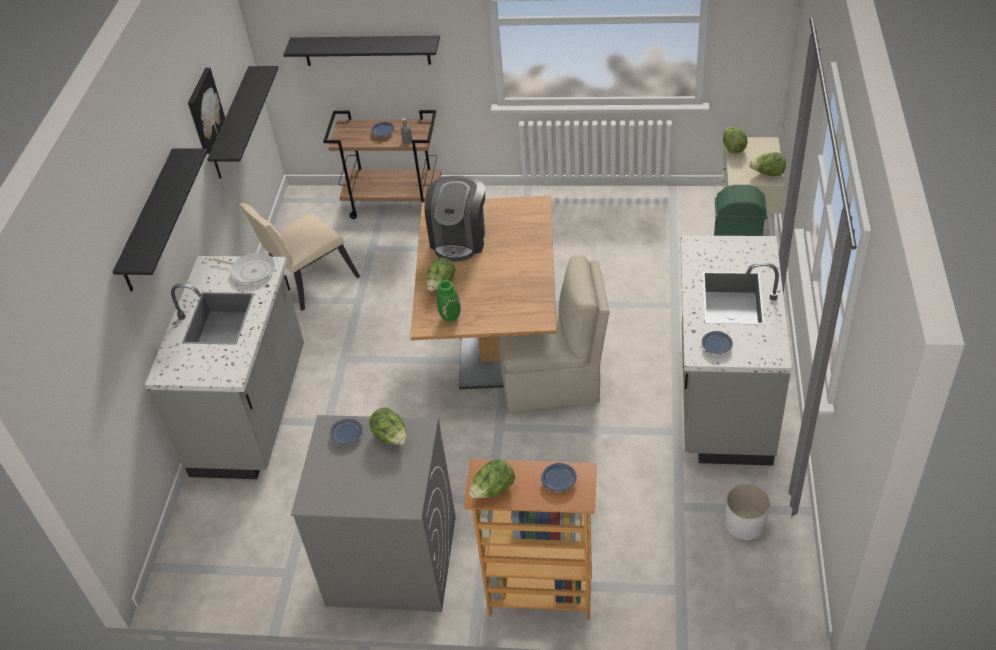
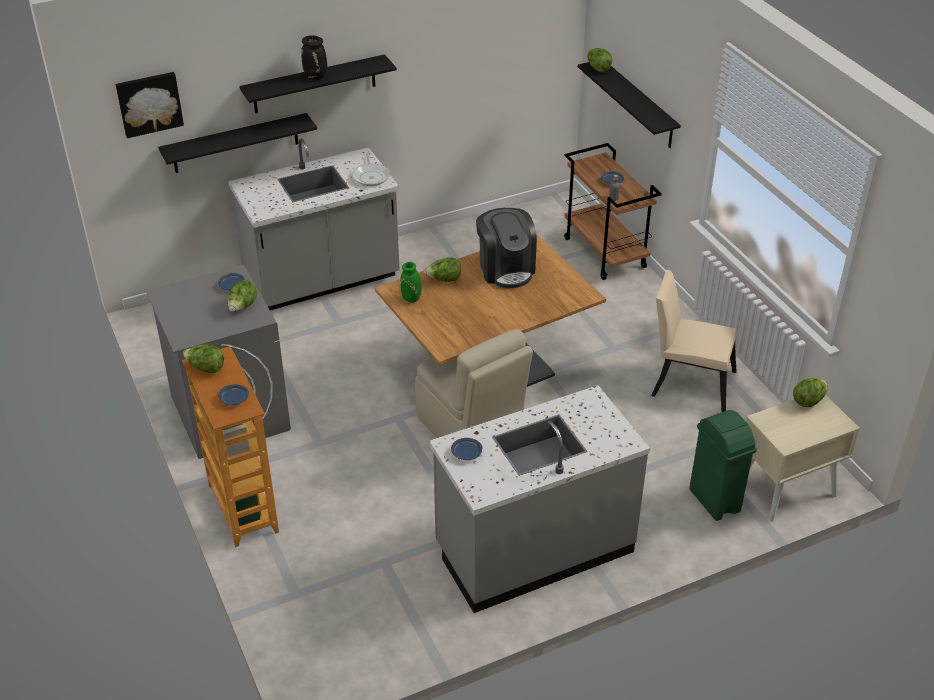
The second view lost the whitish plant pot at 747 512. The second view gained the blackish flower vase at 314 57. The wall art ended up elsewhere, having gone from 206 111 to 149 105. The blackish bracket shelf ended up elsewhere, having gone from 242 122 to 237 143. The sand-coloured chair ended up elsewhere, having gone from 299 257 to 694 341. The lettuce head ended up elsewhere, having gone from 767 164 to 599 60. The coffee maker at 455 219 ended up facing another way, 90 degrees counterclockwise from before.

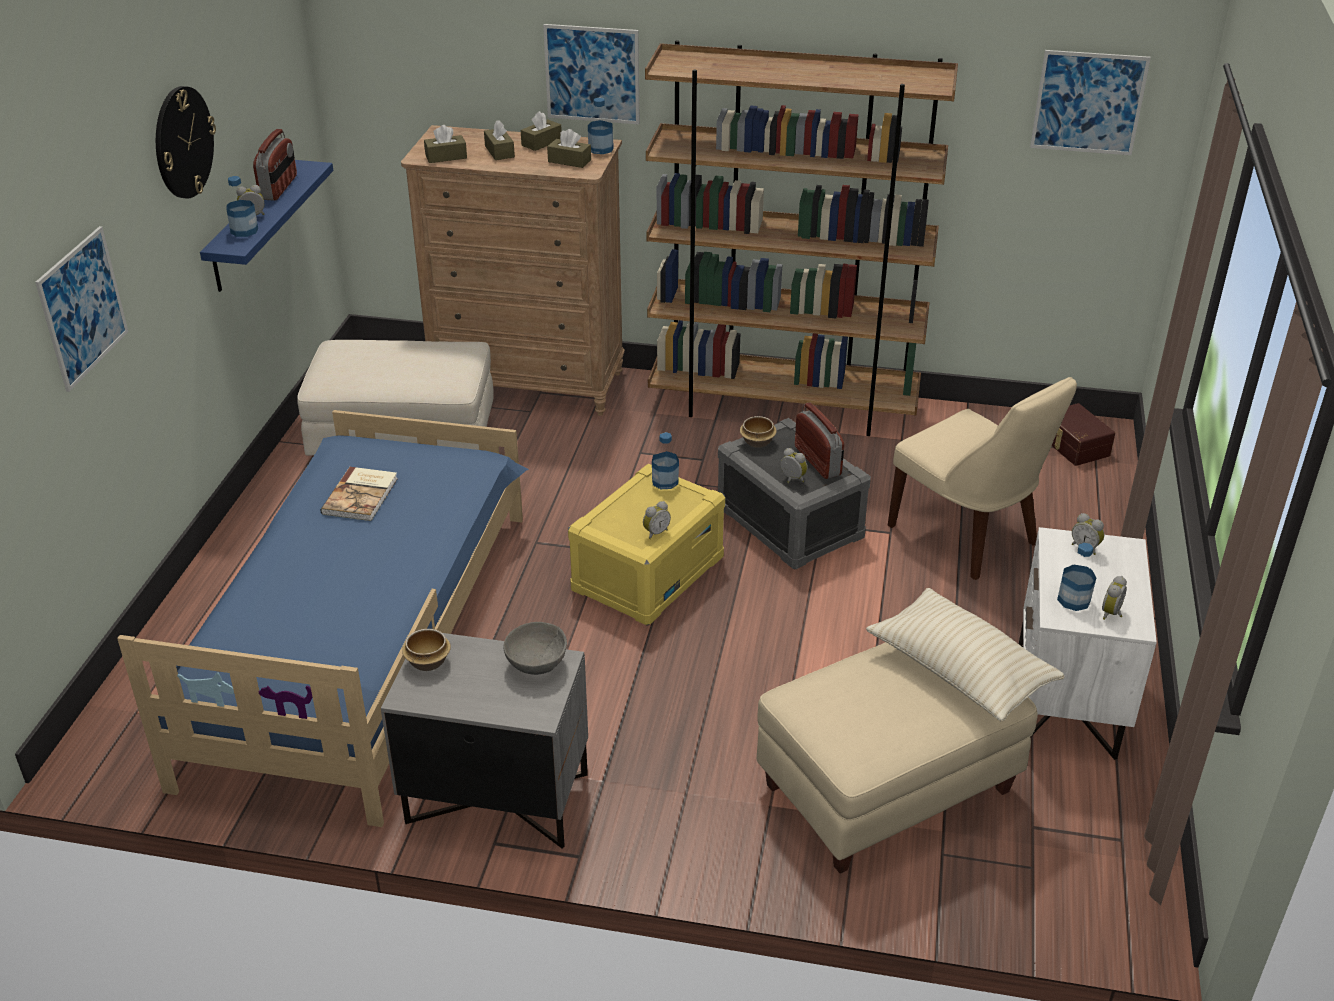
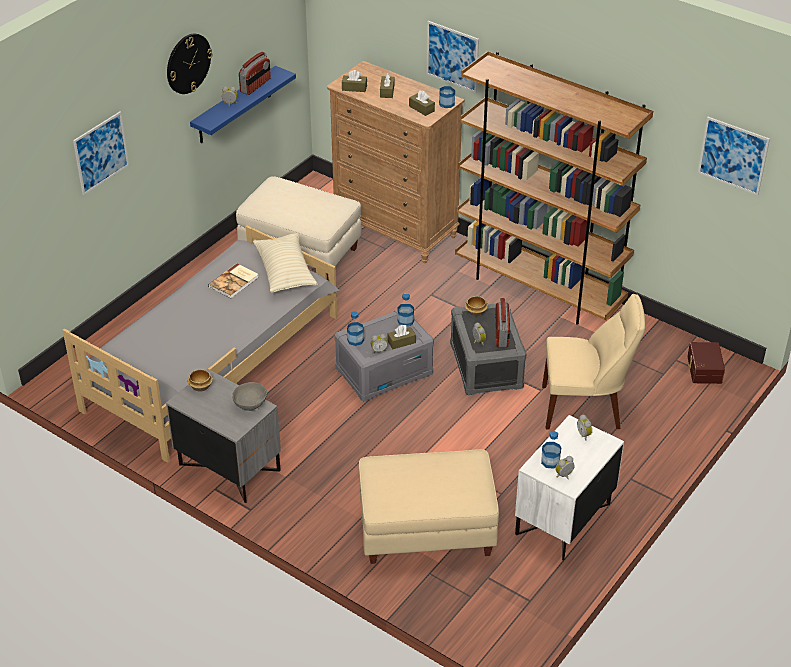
The beverage bottle ended up elsewhere, having gone from 242 206 to 355 328. The brownish box of tissues ended up elsewhere, having gone from 541 131 to 401 337. The sand-coloured cushion ended up elsewhere, having gone from 965 654 to 285 263. What was the bluish sleeping bed at 323 618 turned into the gray sleeping bed at 201 344. What was the yellow storage bin at 646 545 turned into the gray storage bin at 384 356. The sand-coloured chair at 982 478 ended up facing another way, 75 degrees counterclockwise from before.

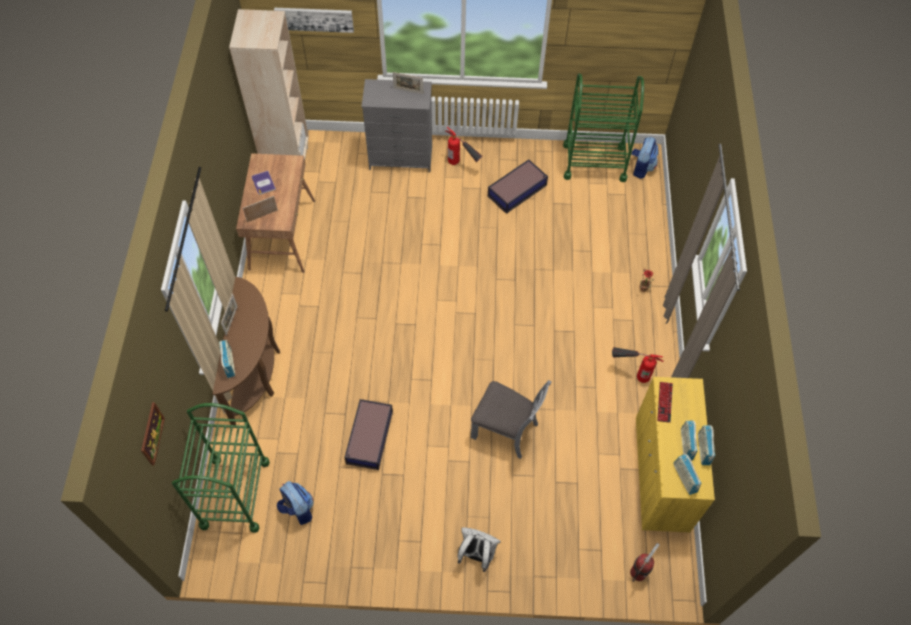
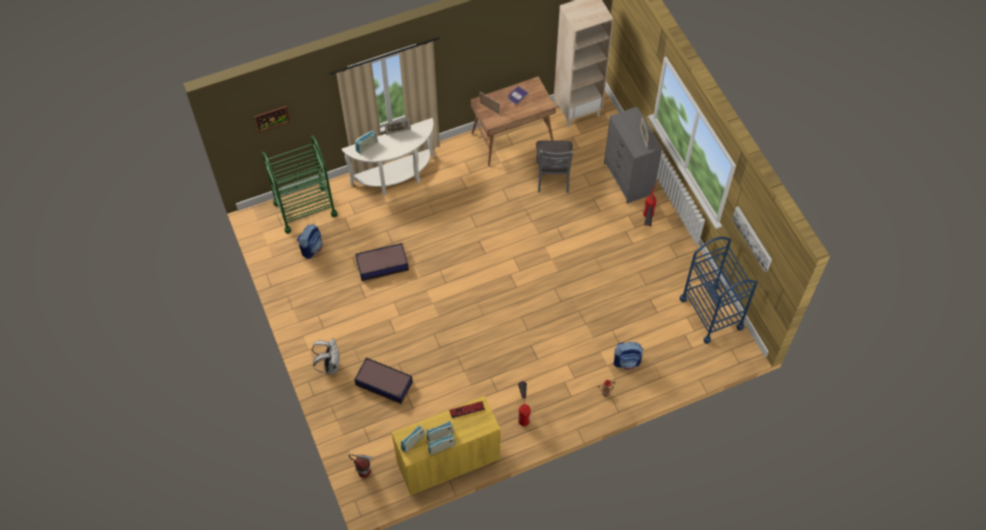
The wall art ended up elsewhere, having gone from 314 20 to 752 239. The gray chair ended up elsewhere, having gone from 511 419 to 554 166. The storage bin ended up elsewhere, having gone from 518 186 to 383 380. The knapsack ended up elsewhere, having gone from 644 158 to 628 356. What was the brownish console table at 246 351 turned into the whitish console table at 388 156. What was the green-coloured wheeled cart at 603 128 turned into the bluish wheeled cart at 719 290.

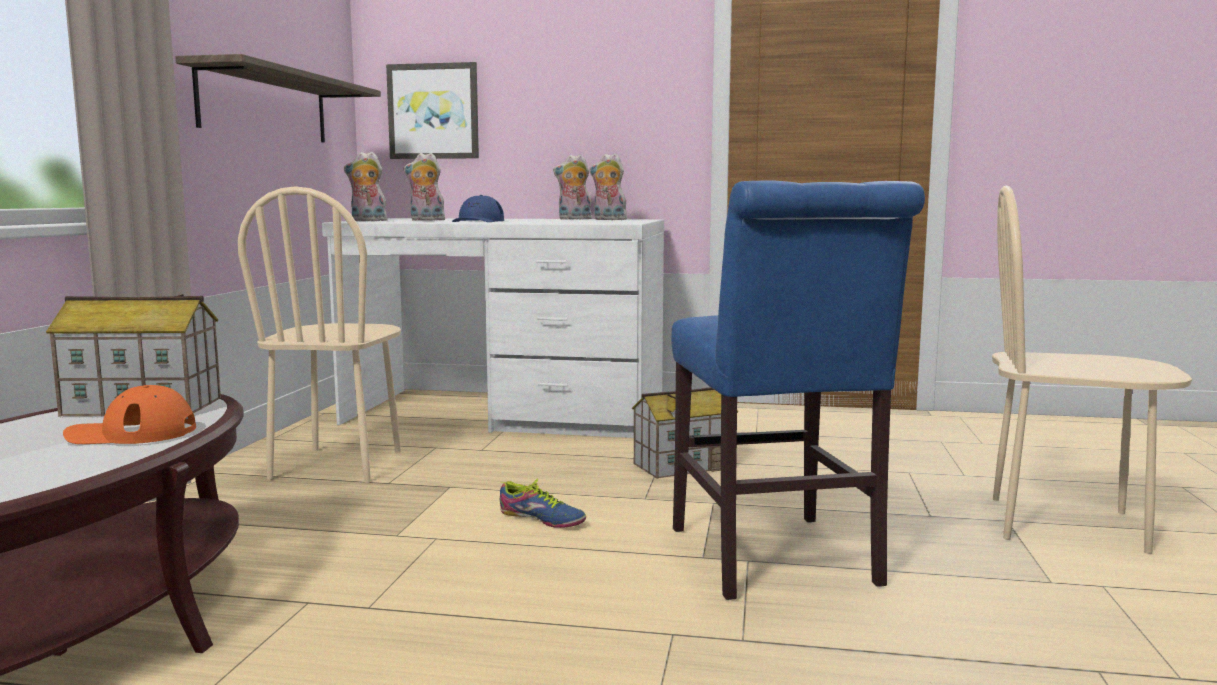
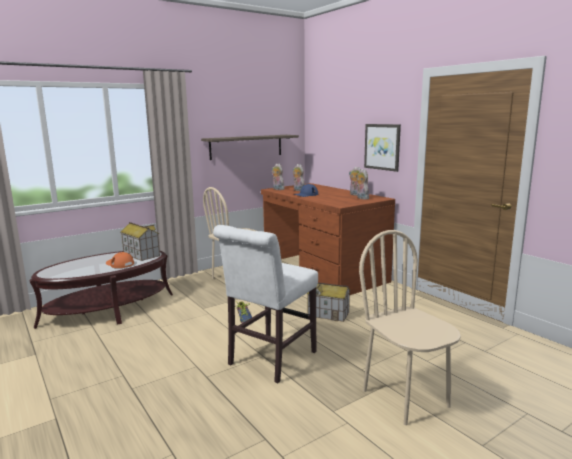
The wall art ended up elsewhere, having gone from 432 110 to 382 148. What was the whitish desk unit at 493 328 turned into the brownish desk unit at 328 239. What was the bluish chair at 798 390 turned into the whitish chair at 265 304.

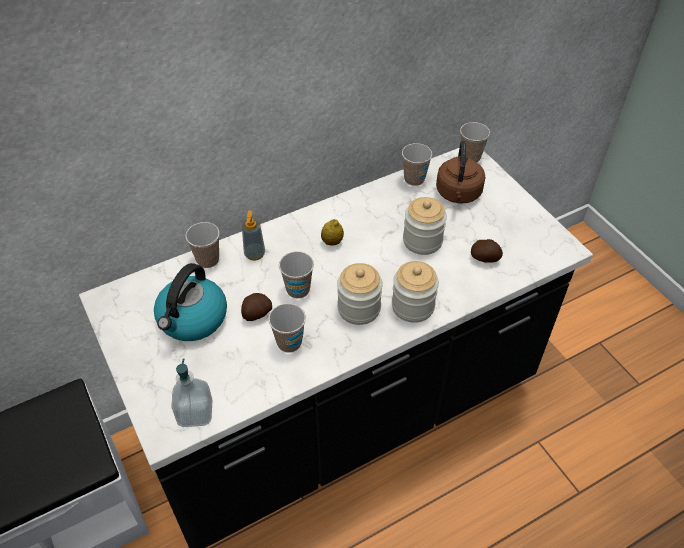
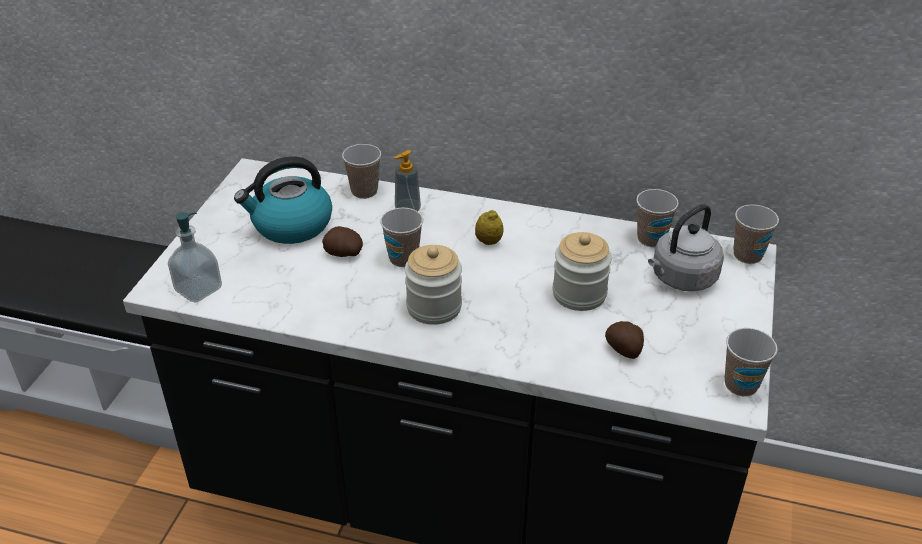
The second view lost the preserve jar at 415 292. The drinking cup ended up elsewhere, having gone from 287 328 to 751 362. What was the brownish water kettle at 461 172 turned into the gray water kettle at 686 247.

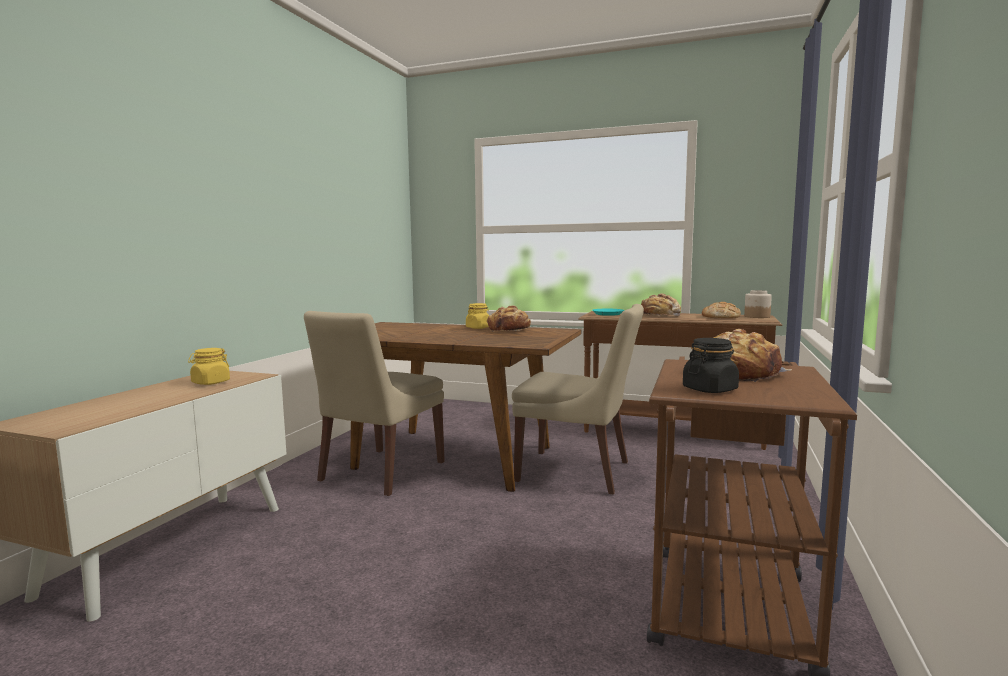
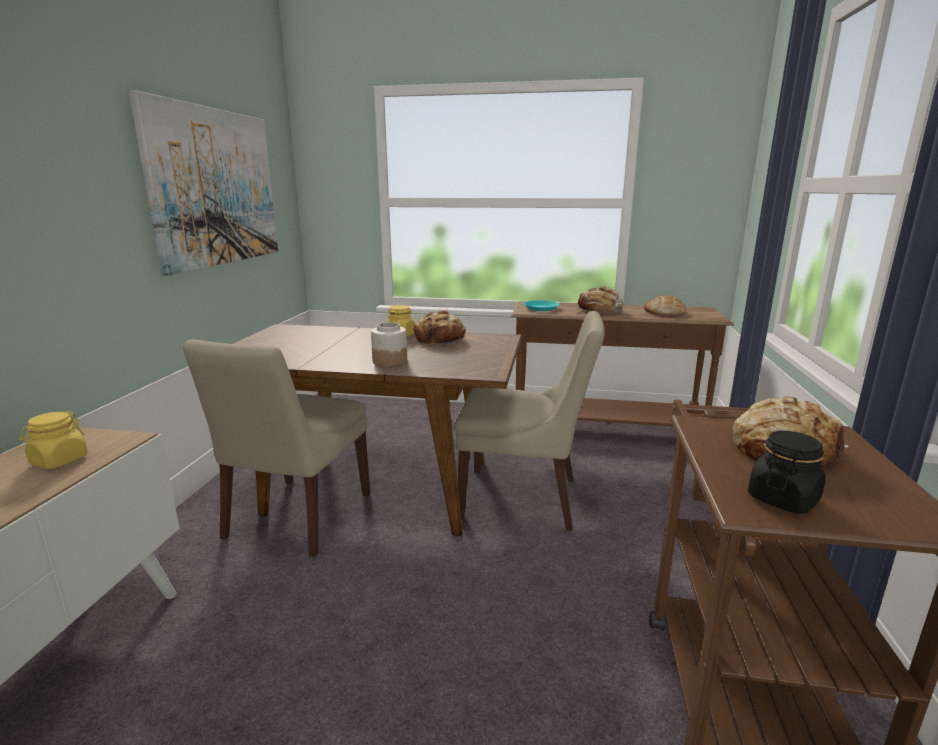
The second view gained the wall art at 203 183. The preserve jar ended up elsewhere, having gone from 758 304 to 389 344.

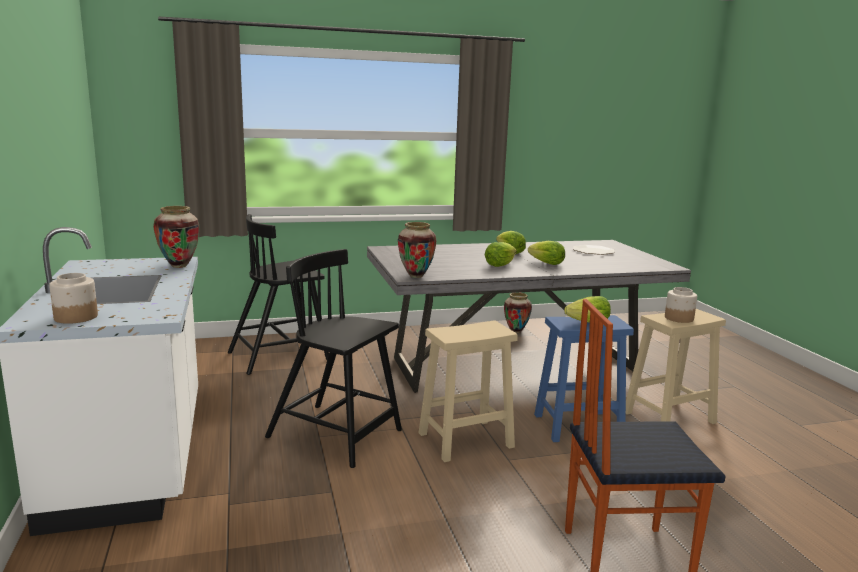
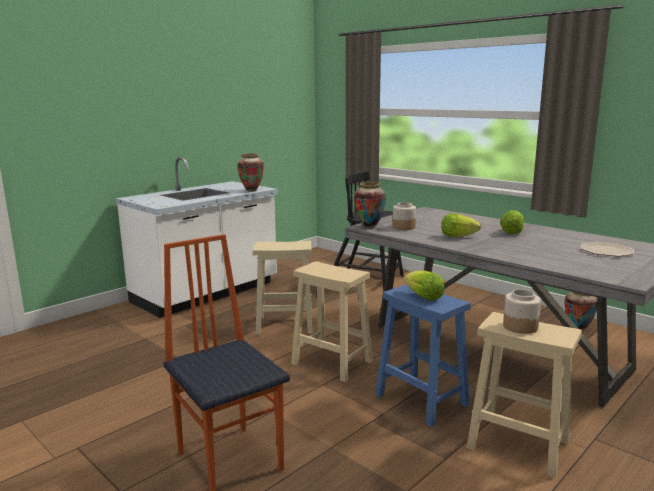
The second view lost the lettuce head at 546 253. The preserve jar ended up elsewhere, having gone from 73 298 to 404 216. Where the blackish chair stood at 333 358, the sand-coloured stool seat came to stand at 283 288.

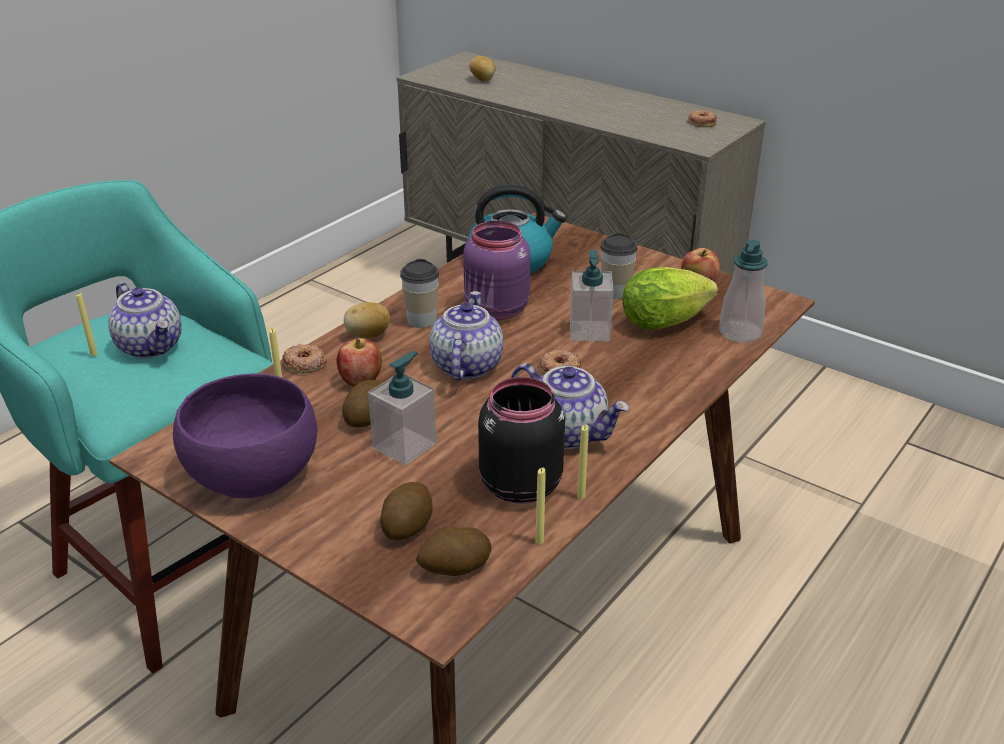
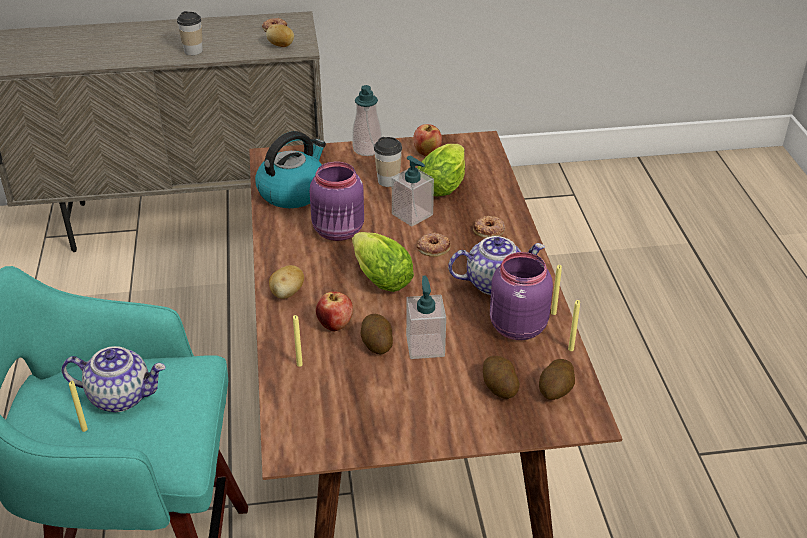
The second view lost the purple bowl at 245 435. The donut ended up elsewhere, having gone from 304 358 to 489 226. The drinking cup ended up elsewhere, having gone from 419 293 to 190 33. The whole potato ended up elsewhere, having gone from 482 69 to 280 35. The liquid soap bottle ended up elsewhere, having gone from 743 291 to 367 120. Where the pot for tea stood at 466 335, the lettuce head came to stand at 383 262. What was the blackish preserve jar at 521 440 turned into the purple preserve jar at 521 296.

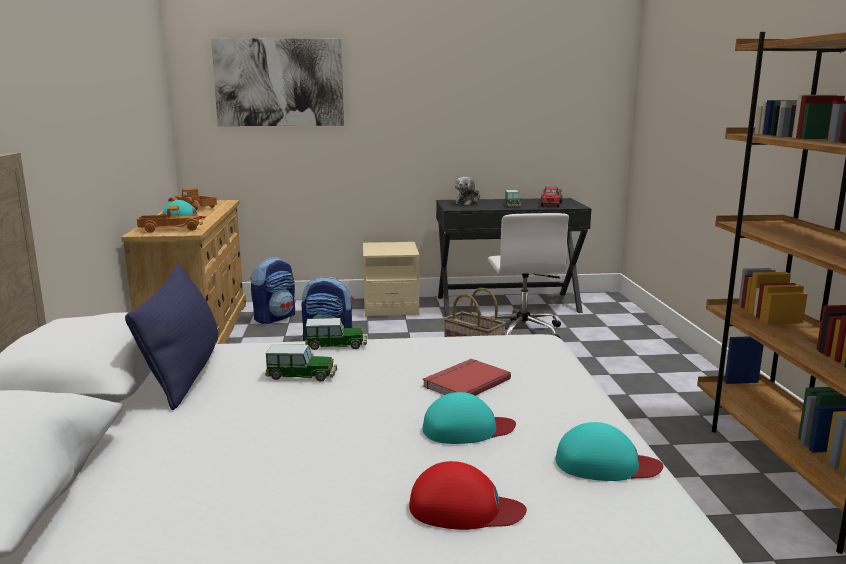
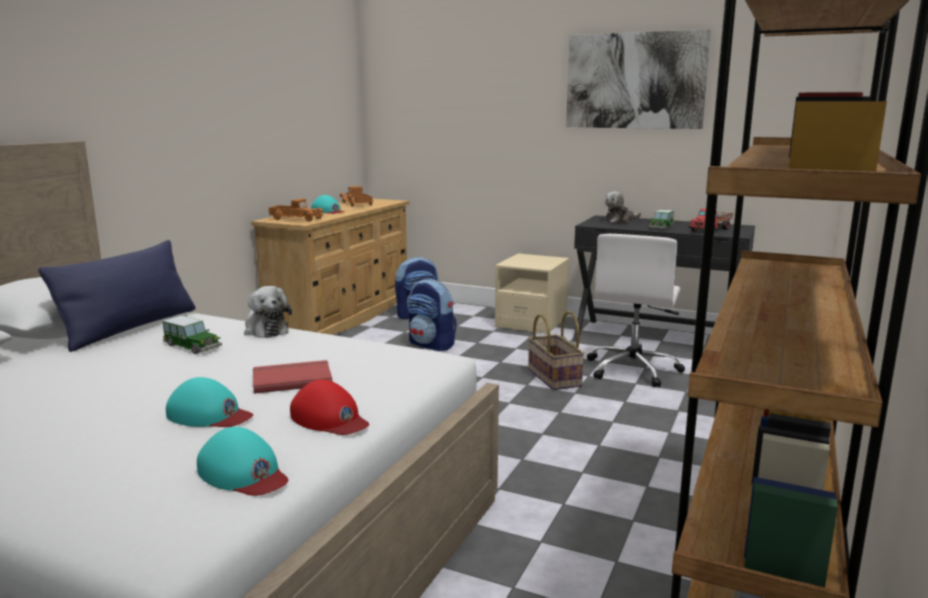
The wall art ended up elsewhere, having gone from 277 82 to 638 79. The reddish baseball cap ended up elsewhere, having gone from 468 495 to 329 407. Where the miniature car stood at 336 334, the plush toy came to stand at 268 312.

